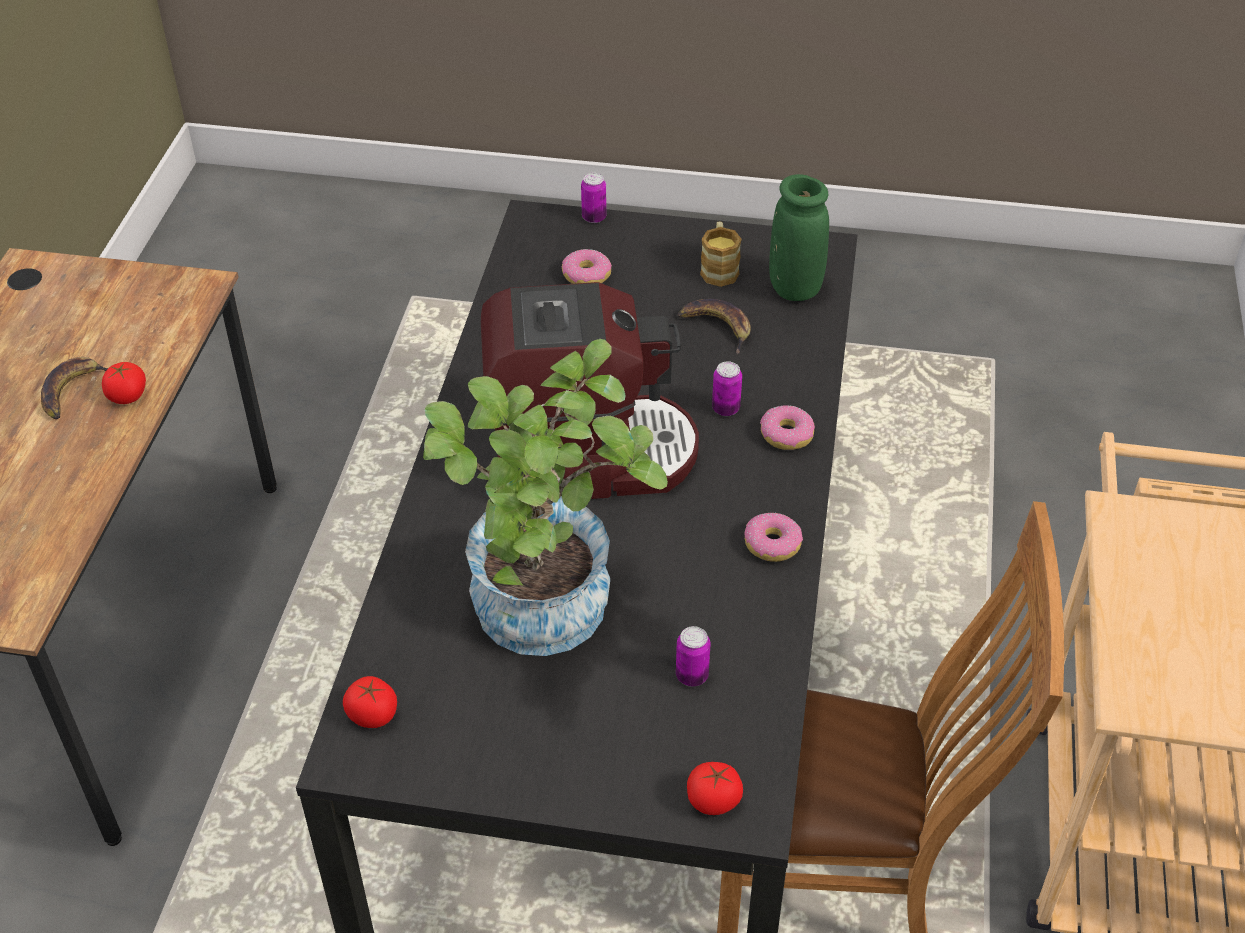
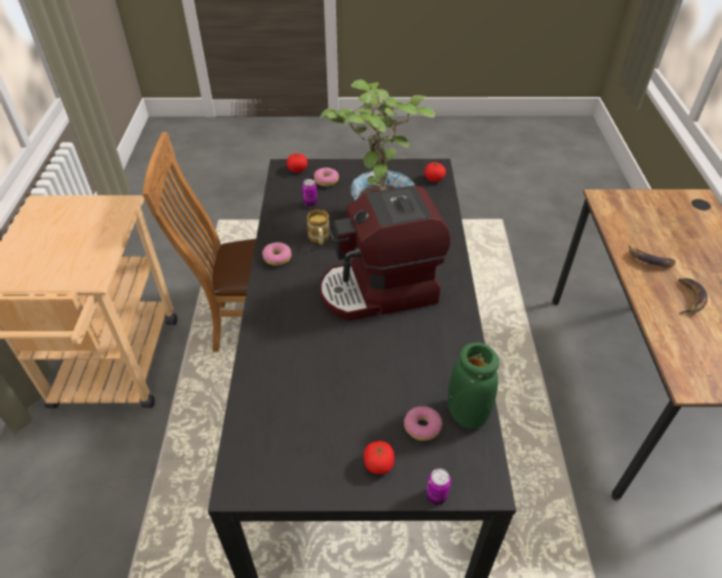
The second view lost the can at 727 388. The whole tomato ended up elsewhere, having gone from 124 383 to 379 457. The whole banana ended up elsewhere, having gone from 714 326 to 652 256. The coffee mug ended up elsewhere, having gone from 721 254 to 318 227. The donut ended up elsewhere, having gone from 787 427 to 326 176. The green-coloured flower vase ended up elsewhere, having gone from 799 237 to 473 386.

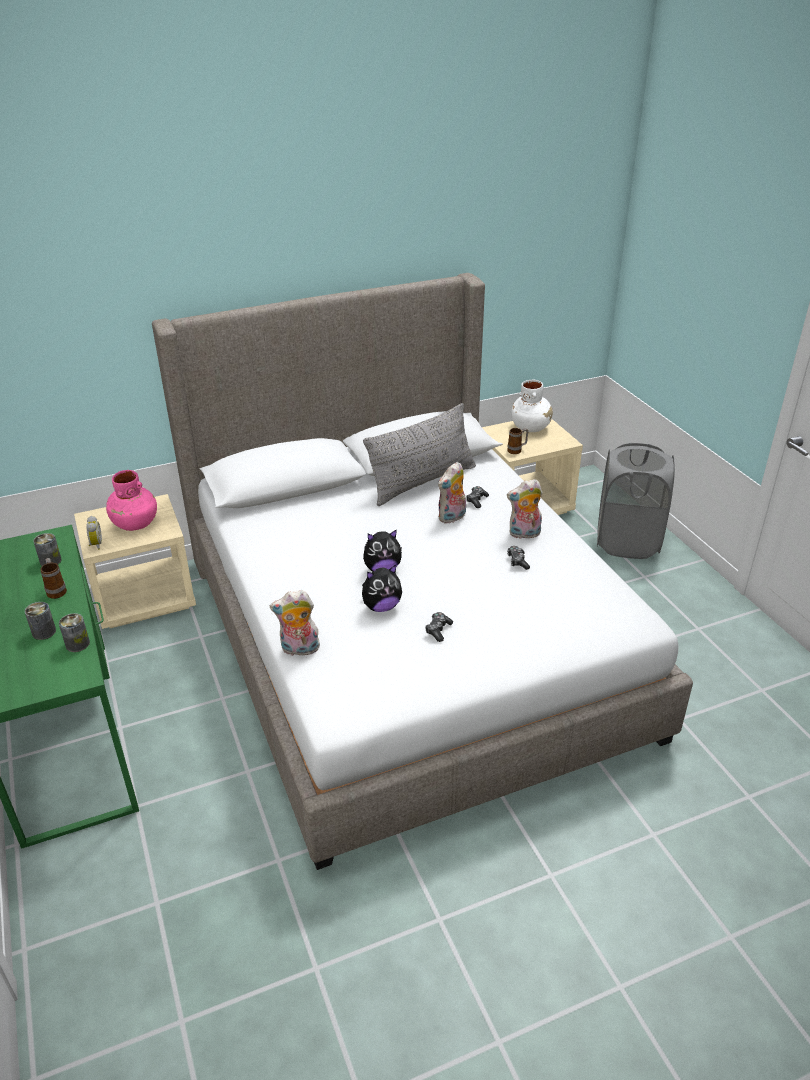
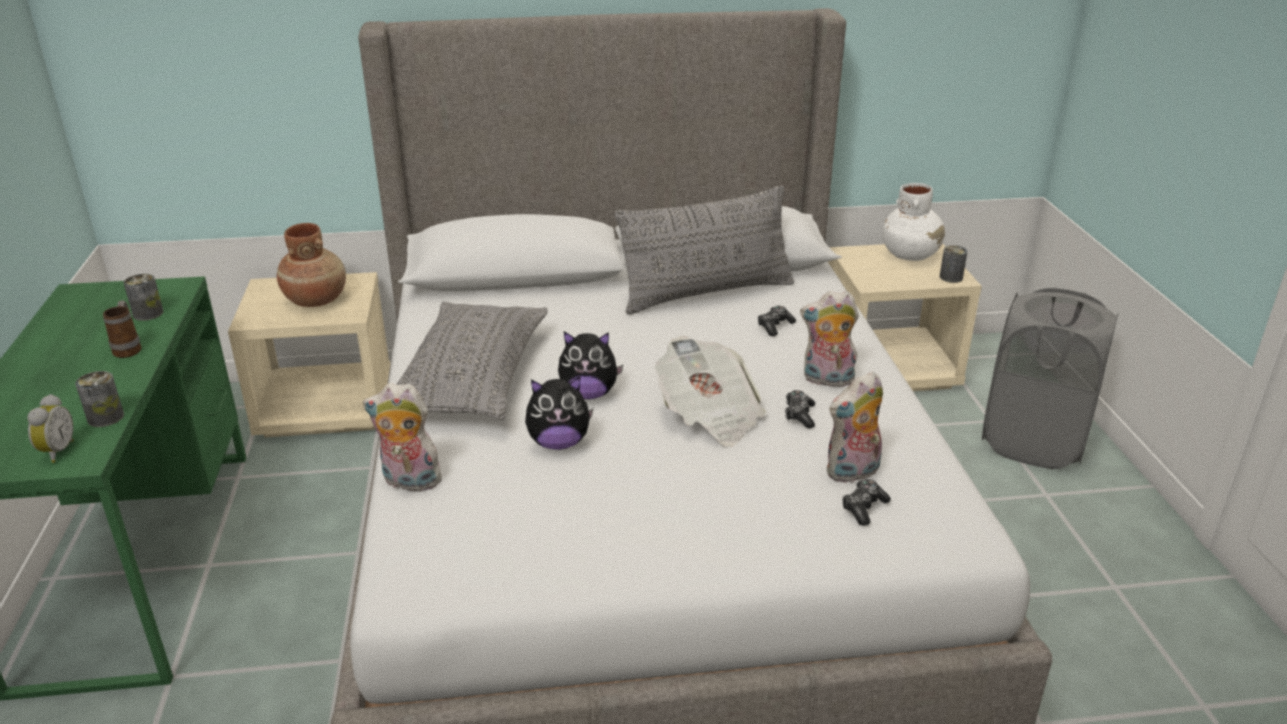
The second view lost the coffee mug at 517 441. The second view gained the gray cushion at 472 361. The second view gained the printed paper at 710 391. The can ended up elsewhere, having gone from 40 621 to 953 264. The bedside clock ended up elsewhere, having gone from 94 533 to 50 428. The game controller ended up elsewhere, having gone from 439 627 to 866 502. The plush toy ended up elsewhere, having gone from 452 493 to 855 427. What was the pink flower vase at 131 500 turned into the brownish flower vase at 311 265.

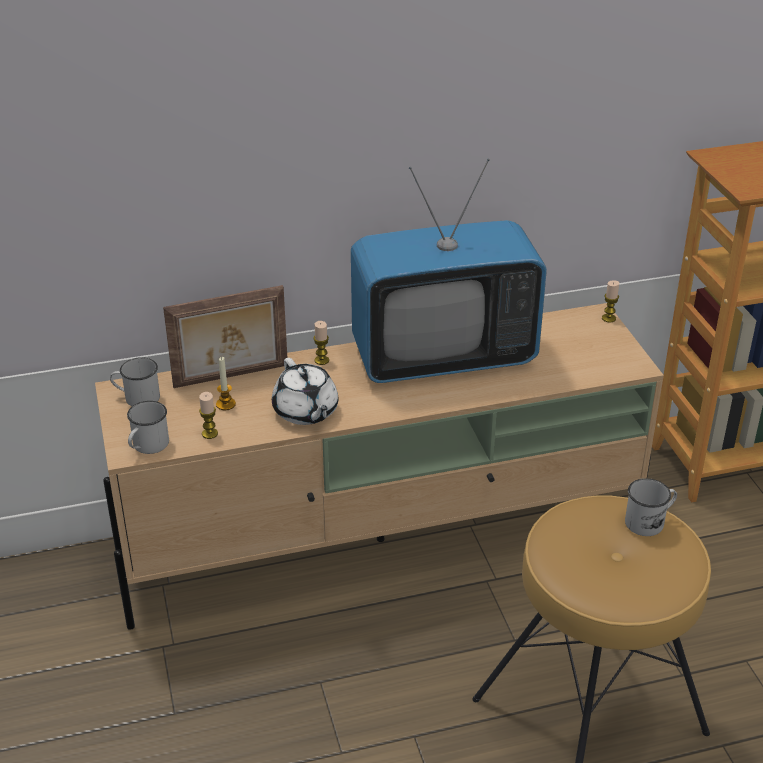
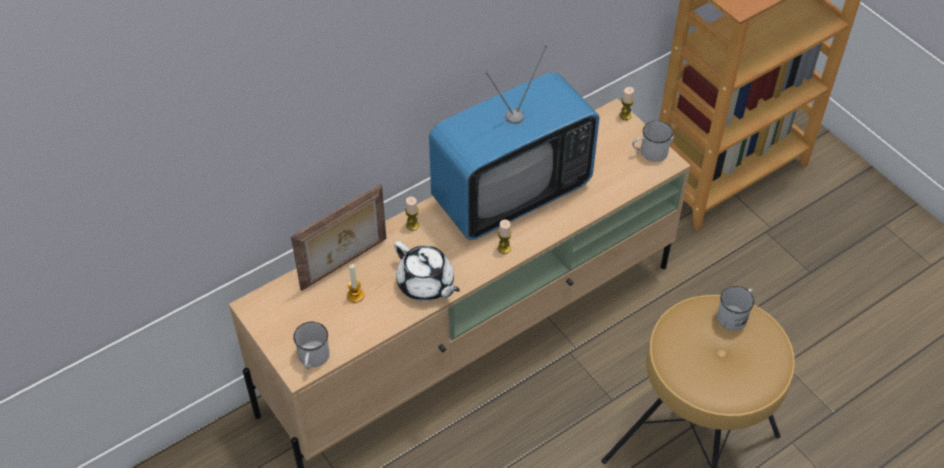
The whitish coffee mug ended up elsewhere, having gone from 135 381 to 652 141. The wax light ended up elsewhere, having gone from 208 415 to 505 237.

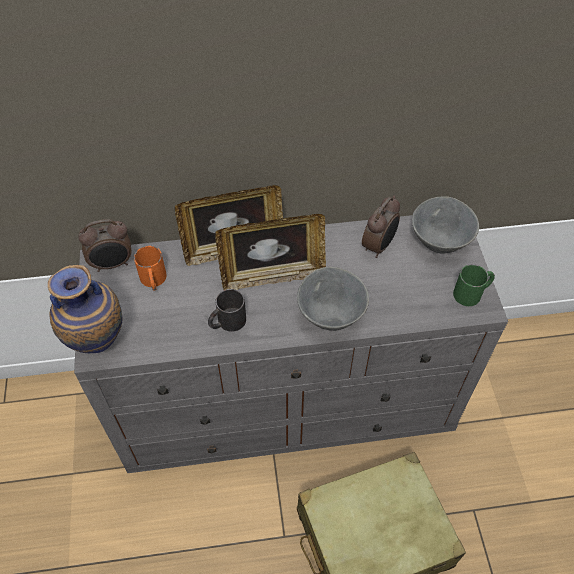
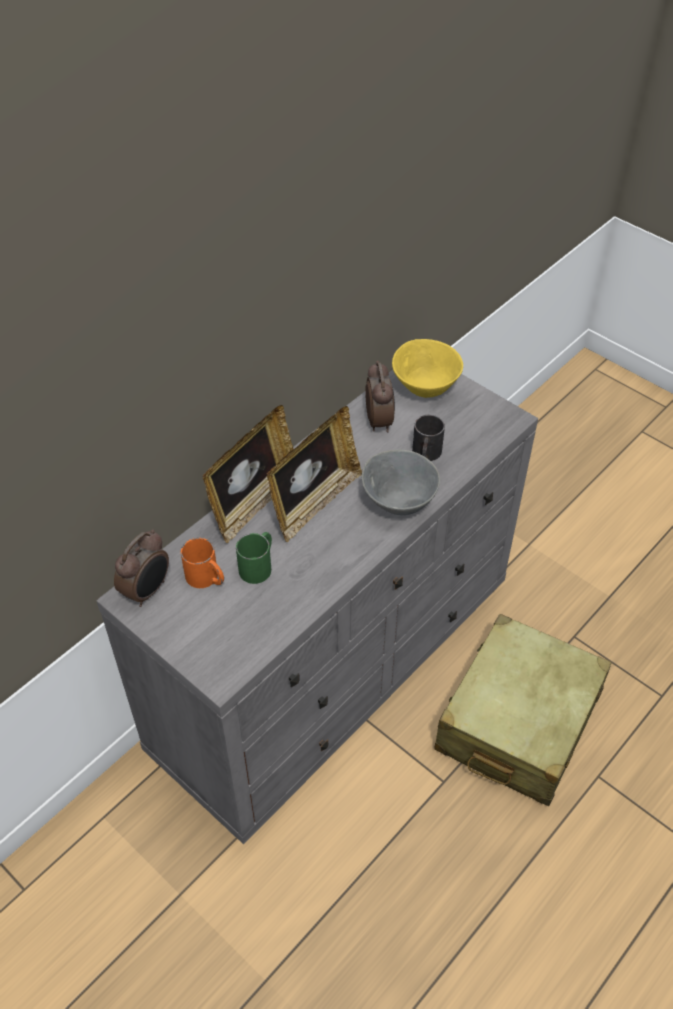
The second view lost the flower vase at 85 309. The blackish coffee mug ended up elsewhere, having gone from 227 310 to 428 438. The green-coloured coffee mug ended up elsewhere, having gone from 474 285 to 254 558. What was the gray bowl at 445 225 turned into the yellow bowl at 427 368.

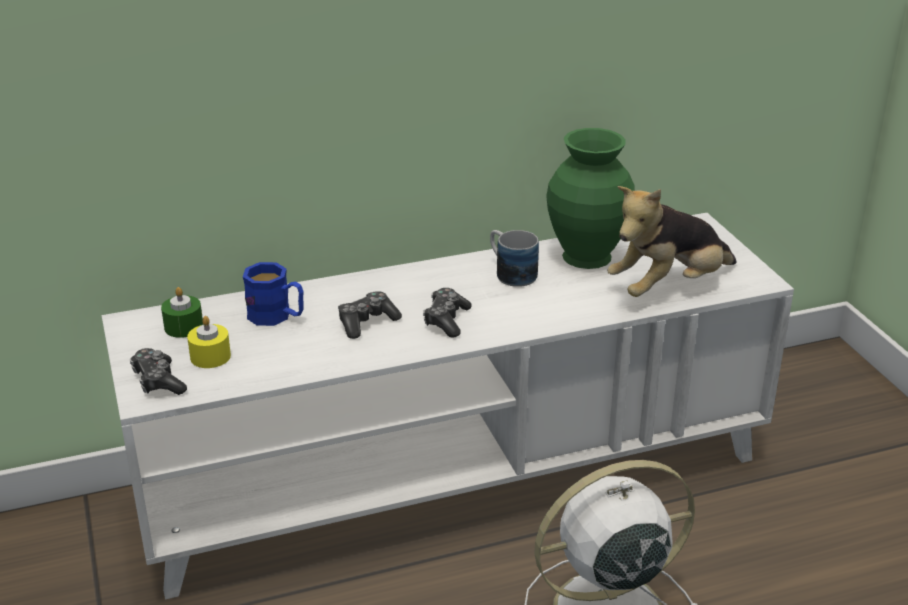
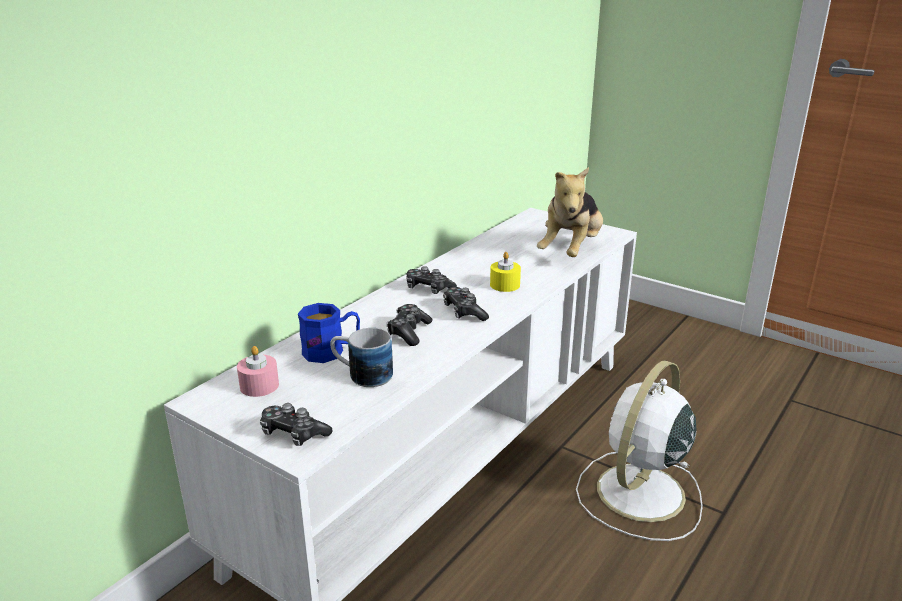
The second view lost the green-coloured flower vase at 590 198. The second view gained the game controller at 432 280. The yellow wax light ended up elsewhere, having gone from 209 342 to 505 272. The coffee mug ended up elsewhere, having gone from 514 258 to 361 357. What was the green-coloured wax light at 182 312 turned into the pink wax light at 258 371.

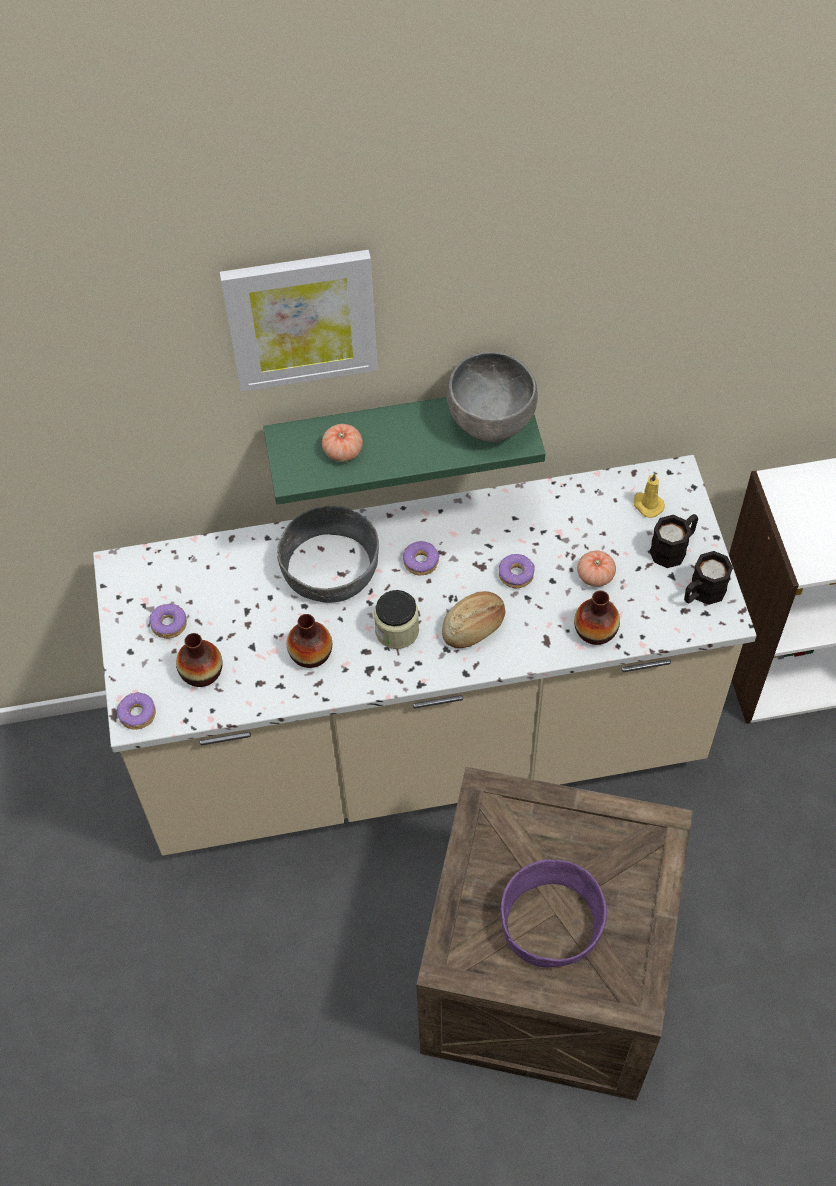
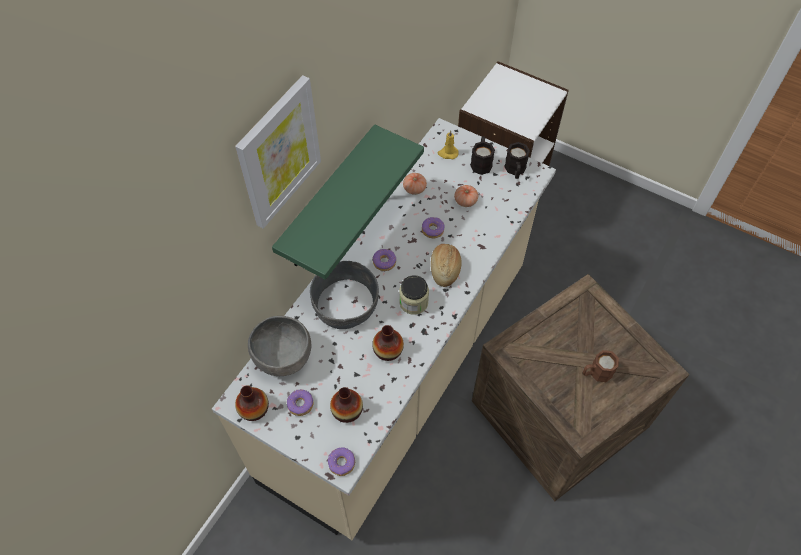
The whole tomato ended up elsewhere, having gone from 342 443 to 415 184. The gray bowl ended up elsewhere, having gone from 492 397 to 279 346. The flower vase ended up elsewhere, having gone from 597 618 to 252 403. Where the purple bowl stood at 553 913, the brownish coffee mug came to stand at 601 366.

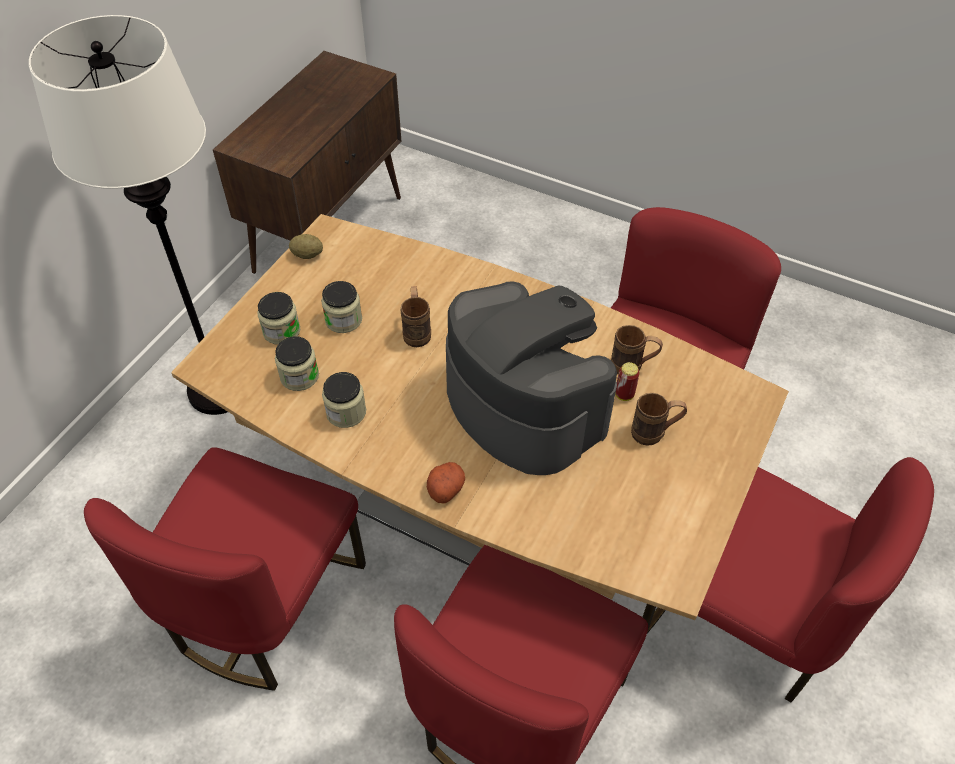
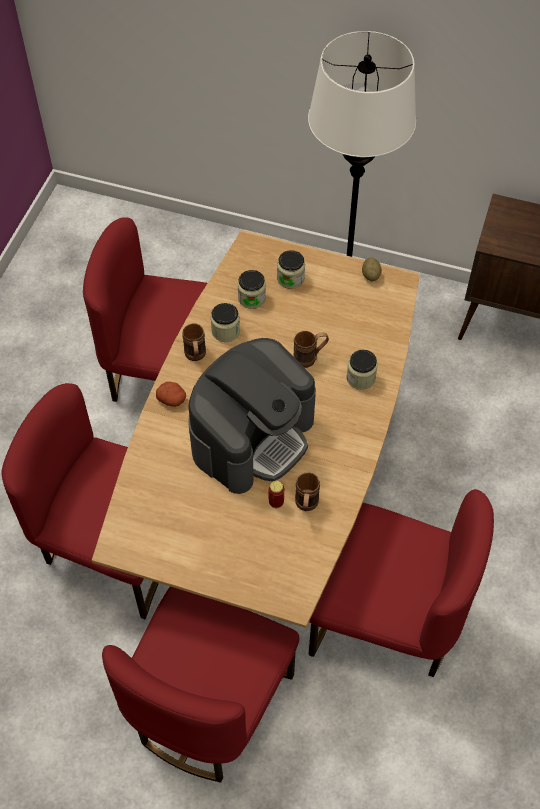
The preserve jar ended up elsewhere, having gone from 341 307 to 362 370. The brownish coffee mug ended up elsewhere, having gone from 659 419 to 194 342.

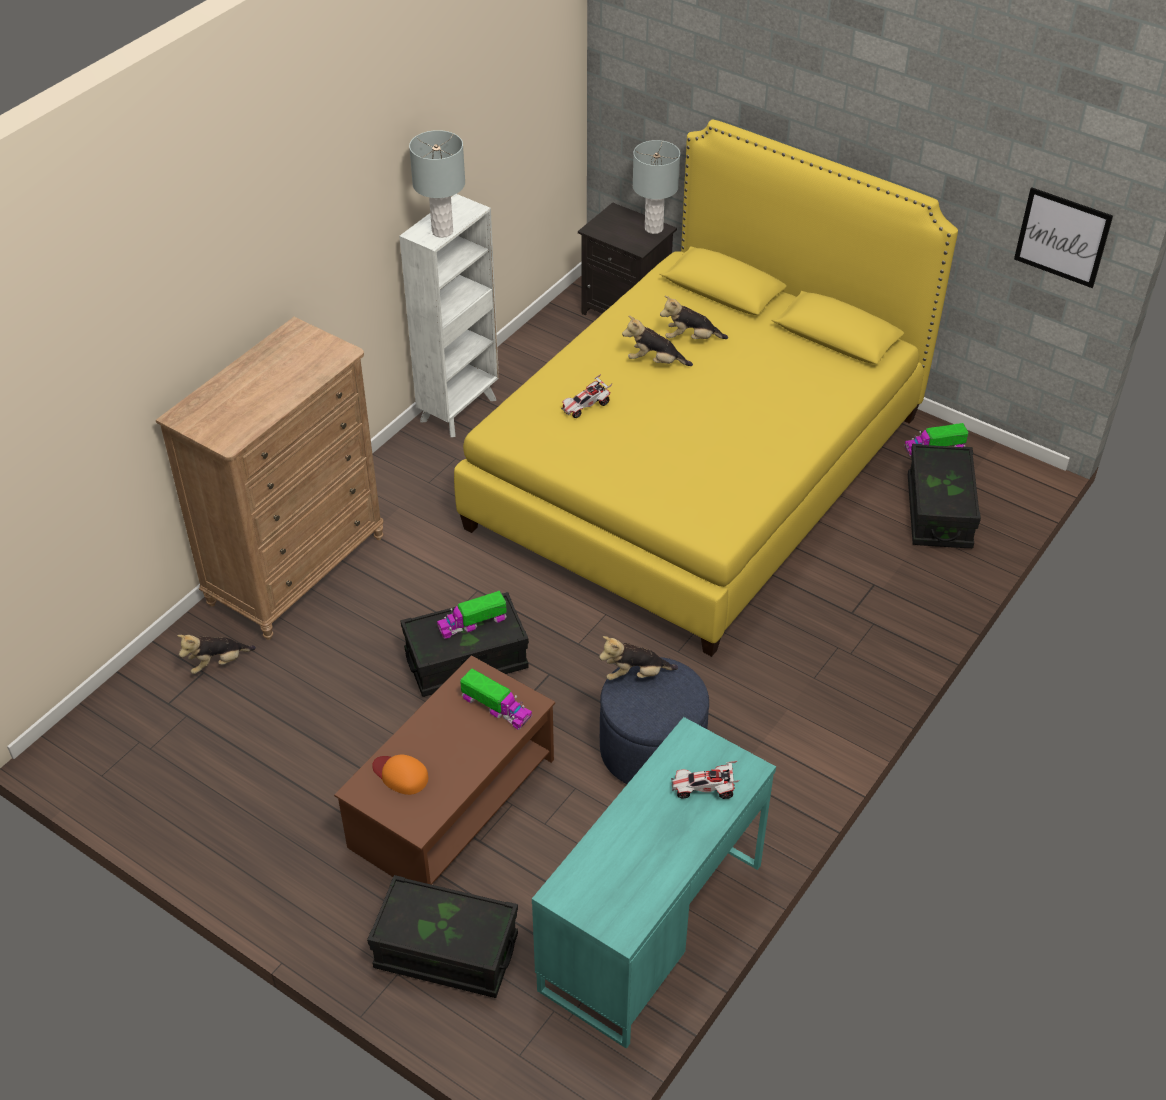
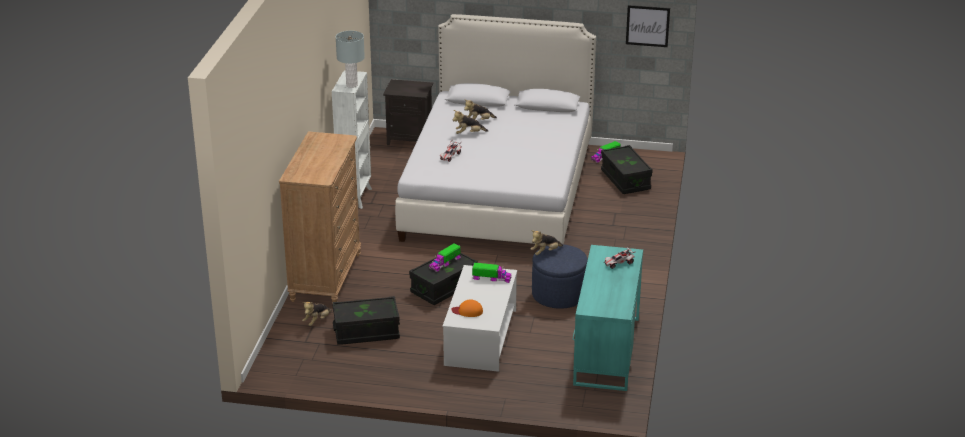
The second view lost the gray table lamp at 656 187. The blackish storage bin ended up elsewhere, having gone from 442 936 to 366 320. What was the brownish lounge table at 444 770 turned into the whitish lounge table at 480 318. What was the yellow sleeping bed at 706 388 turned into the whitish sleeping bed at 495 129.

